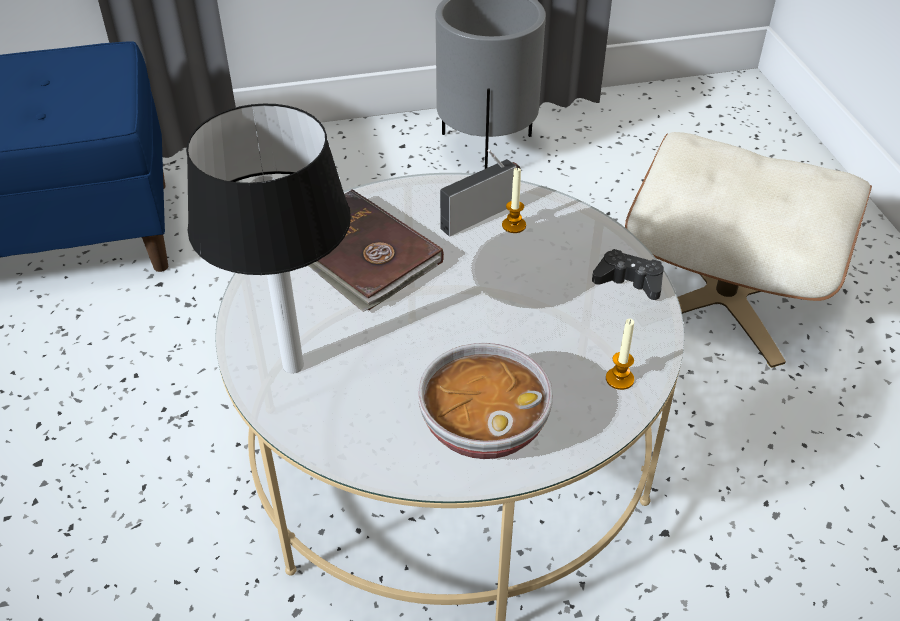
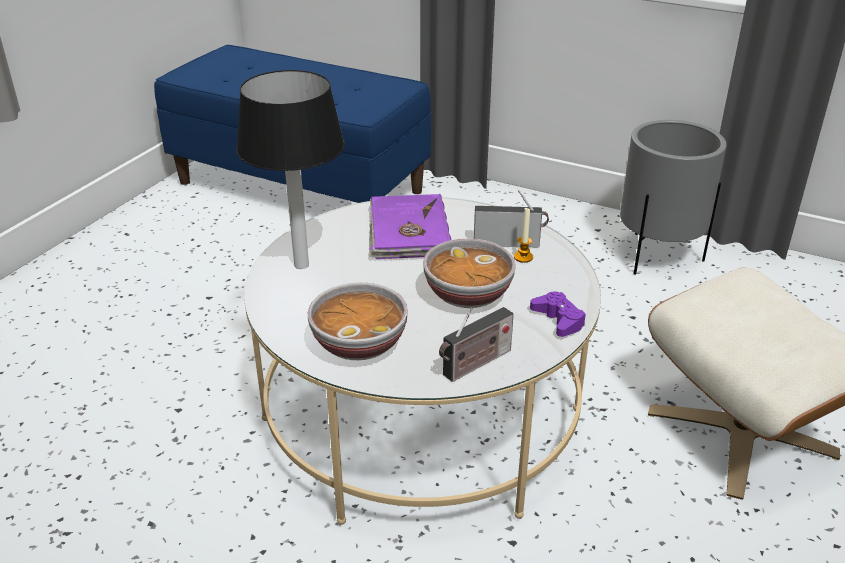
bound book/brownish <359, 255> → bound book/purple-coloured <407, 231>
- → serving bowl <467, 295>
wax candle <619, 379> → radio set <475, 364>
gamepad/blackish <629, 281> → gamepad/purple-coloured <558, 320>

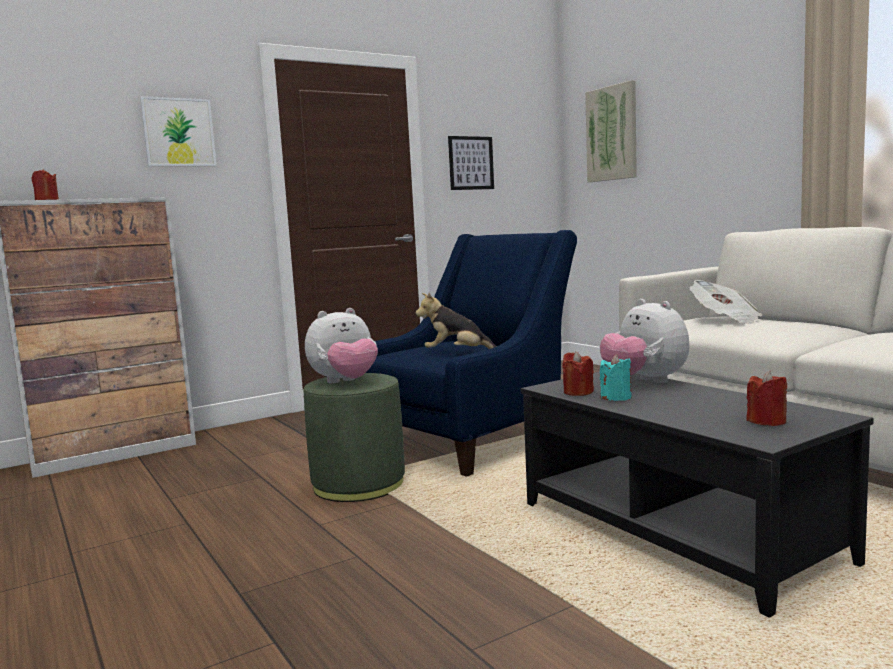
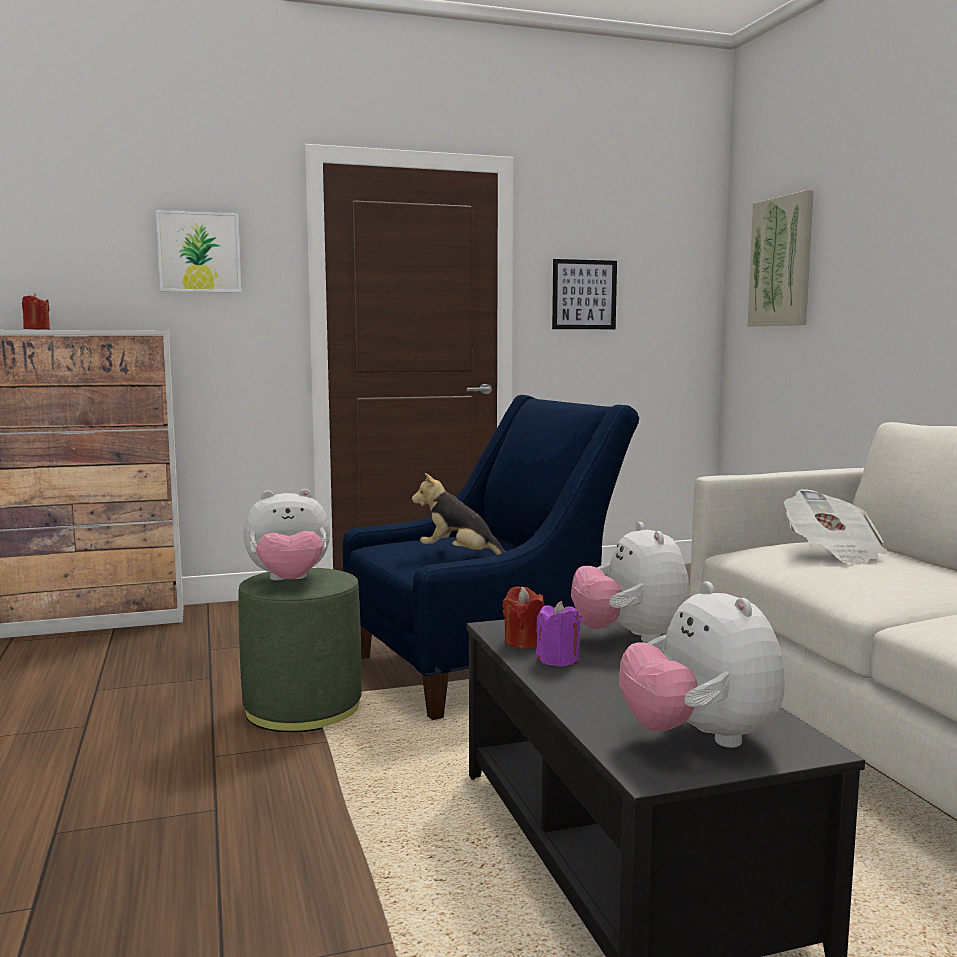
wax candle/turquoise-coloured <616, 398> → wax candle/purple-coloured <558, 660>
wax candle/reddish <767, 421> → soft toy <699, 738>

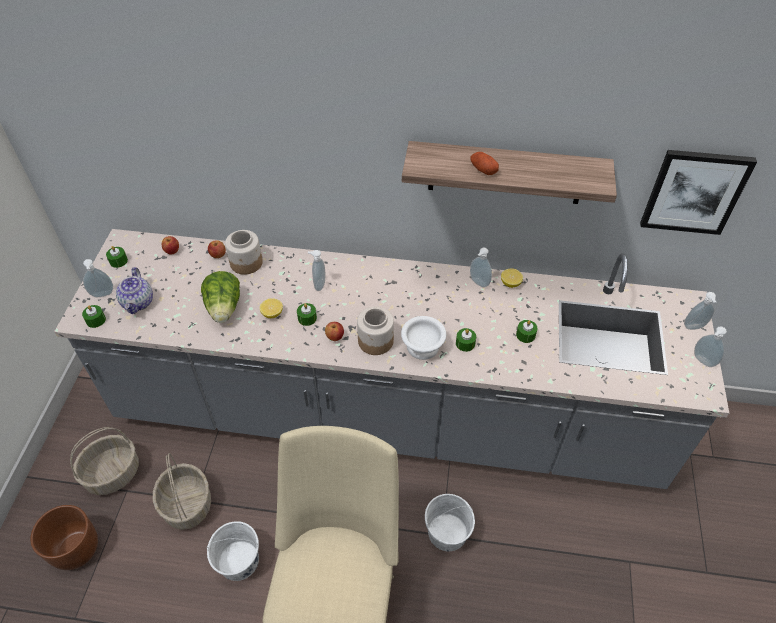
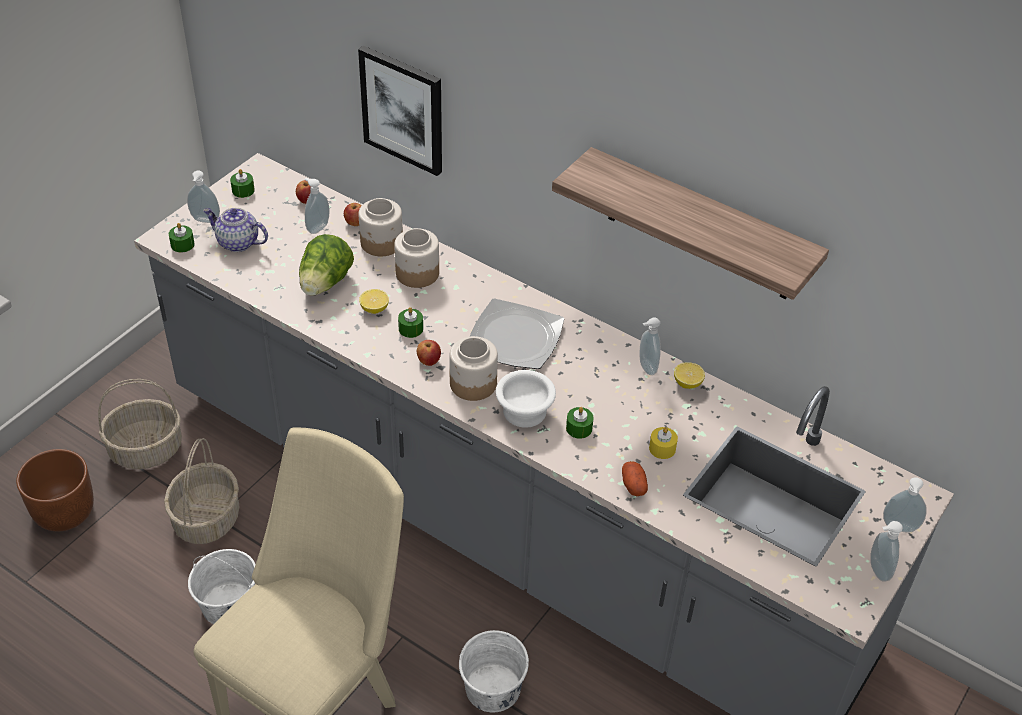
tea pot <138, 302> → tea pot <237, 243>, 90 degrees clockwise
soap bottle <318, 284> → soap bottle <317, 227>, relocated
wall picture <694, 191> → wall picture <403, 109>, relocated
- → storage jar <416, 273>
- → flat dish <514, 337>
potato <483, 169> → potato <633, 485>, relocated
wax candle/green-coloured <525, 335> → wax candle/yellow <662, 448>

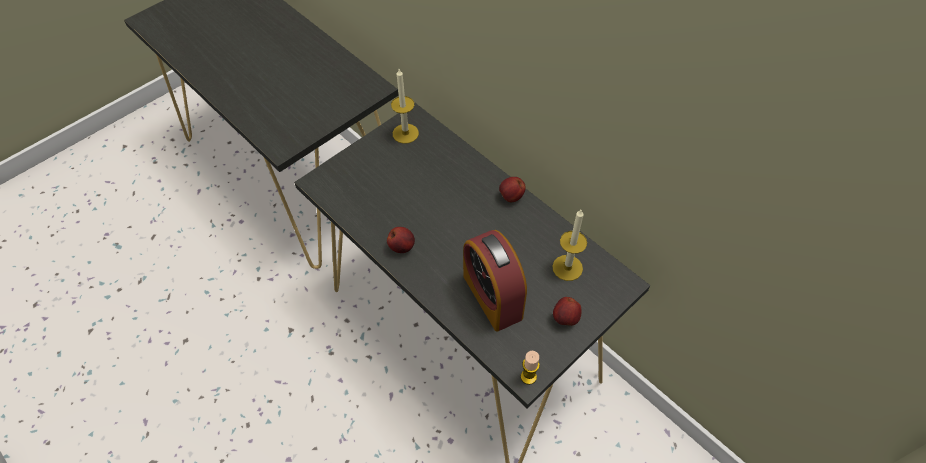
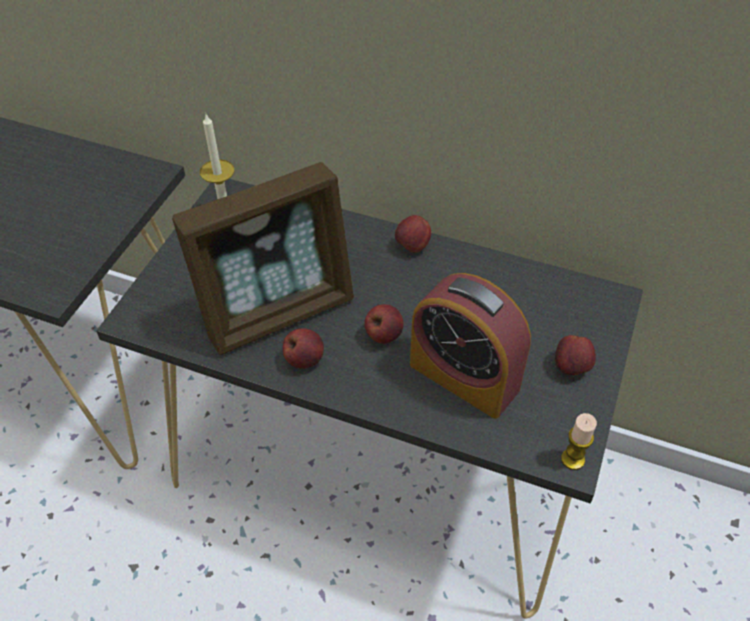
- → picture frame <278, 311>
- → whole apple <383, 335>
wax candle <567, 267> → -

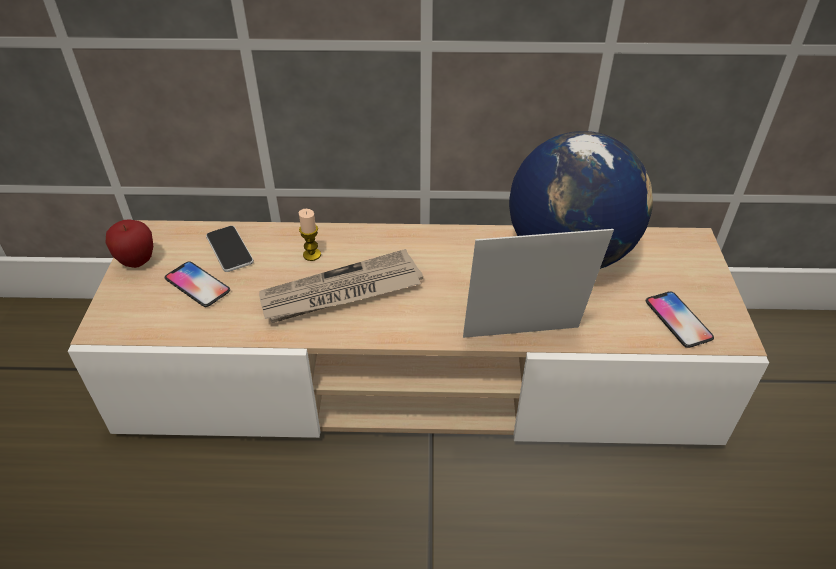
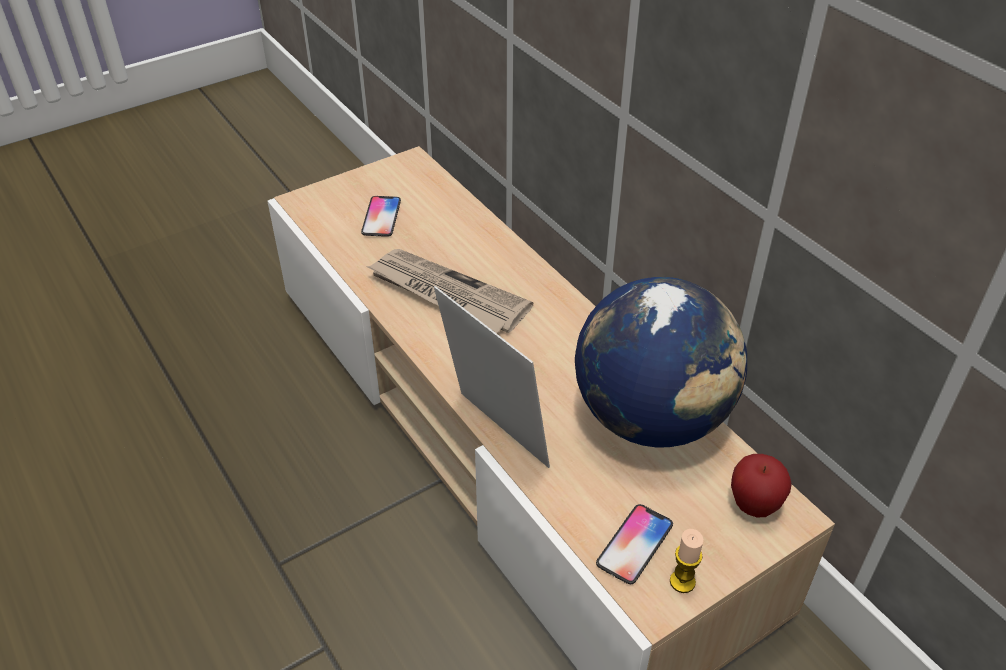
wax candle <312, 255> → wax candle <682, 582>, relocated
whole apple <137, 261> → whole apple <754, 505>, relocated
telephone <229, 249> → -

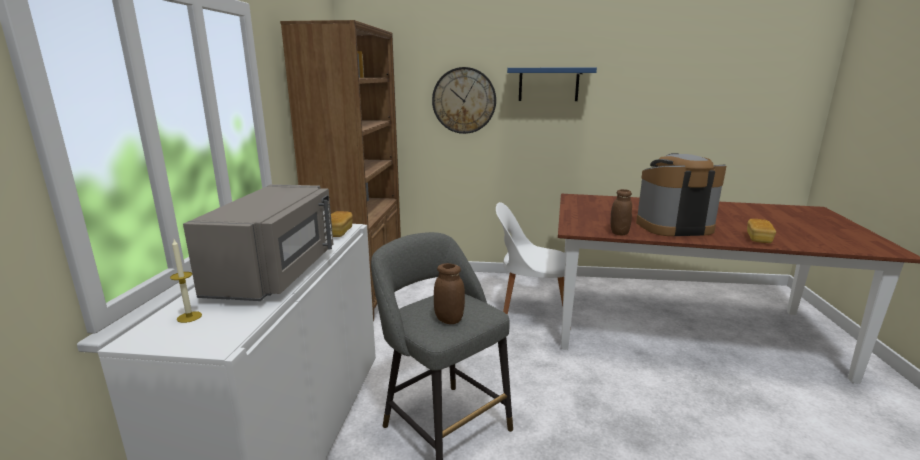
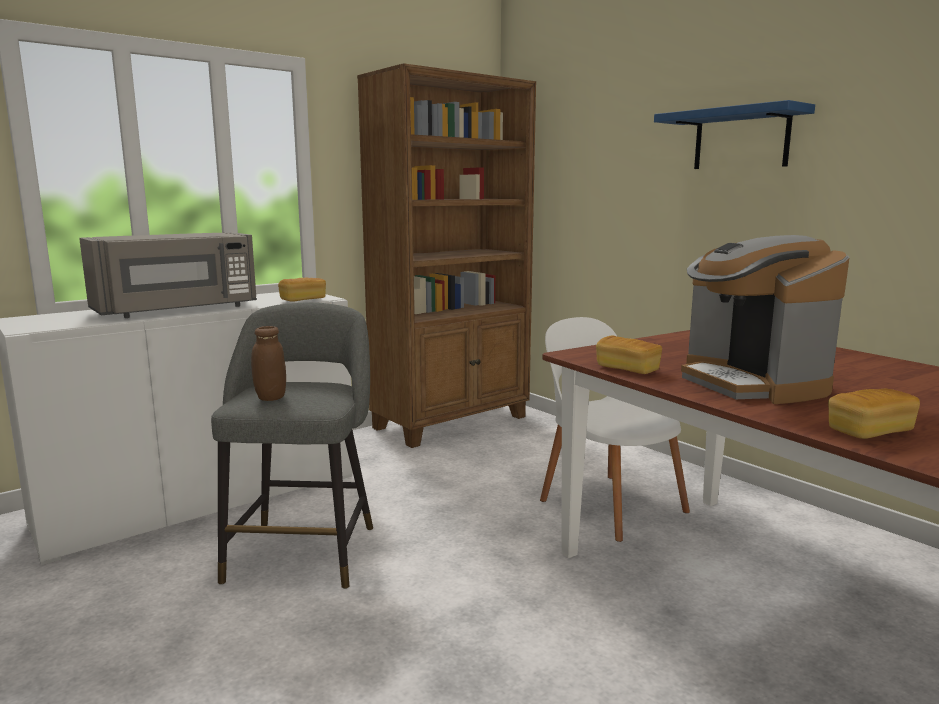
storage jar/brownish <619, 233> → bakery bread <627, 369>
coffee maker <673, 227> → coffee maker <751, 384>, 150 degrees counterclockwise
wax candle <189, 317> → -
clock on the wall <464, 100> → -

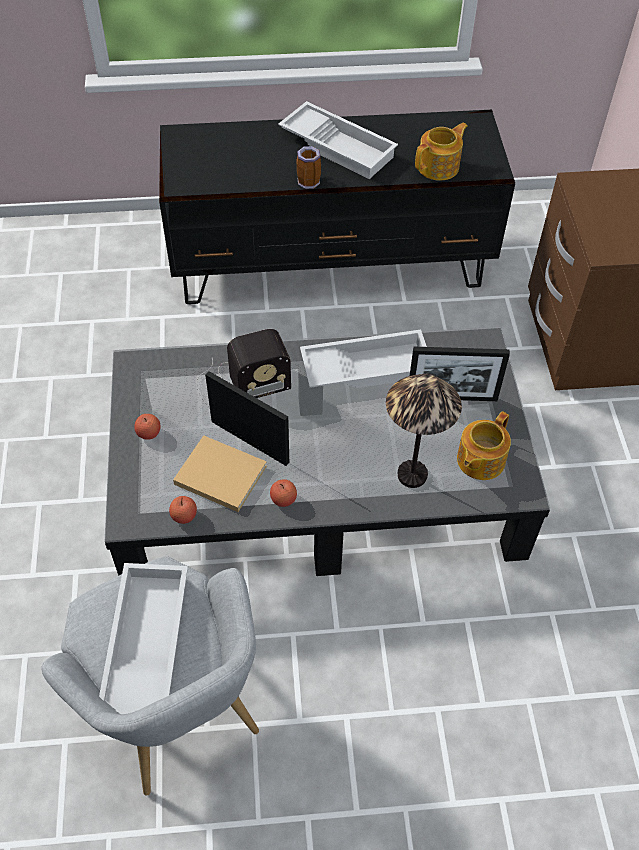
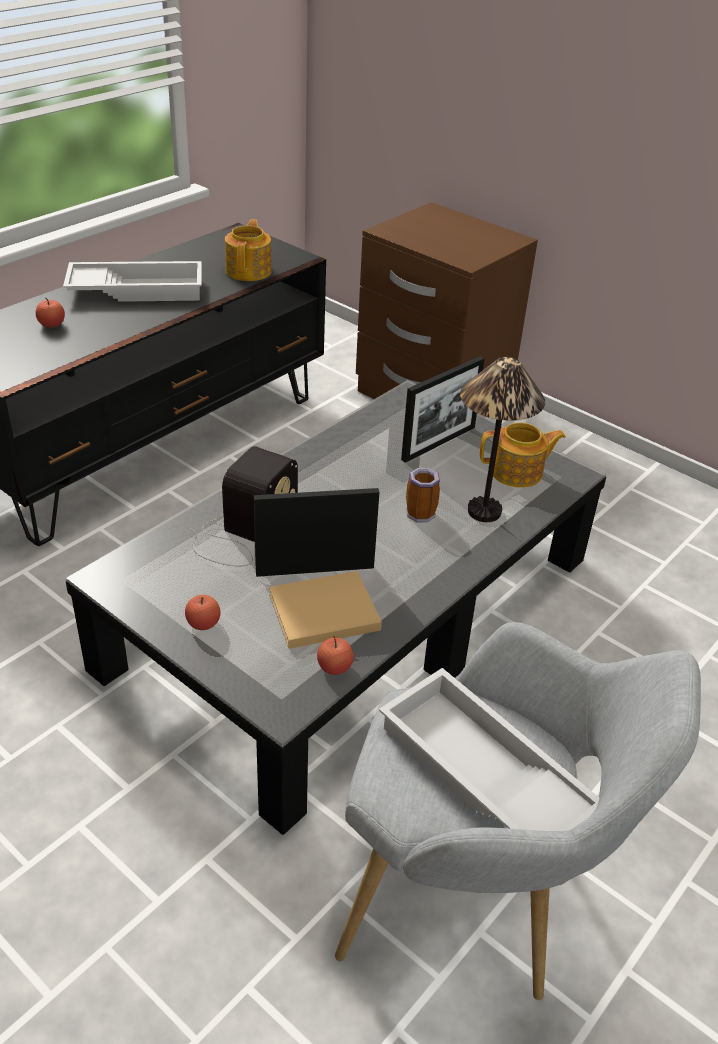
whole apple <283, 499> → whole apple <52, 325>, relocated
coffee mug <308, 180> → coffee mug <417, 512>, relocated
tea pot <479, 460> → tea pot <517, 472>, 90 degrees counterclockwise
serving tray/white <366, 366> → -

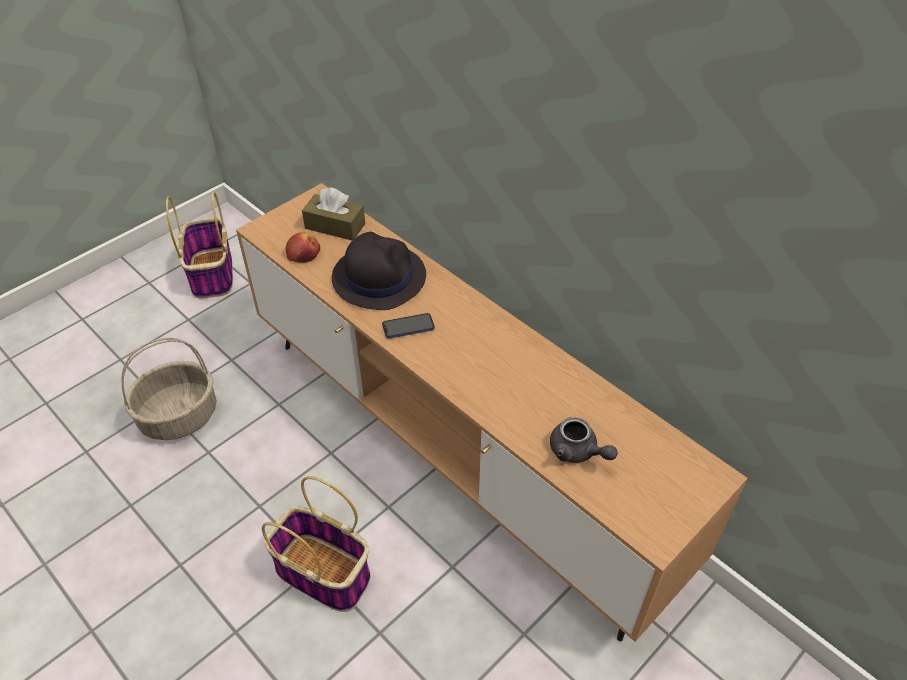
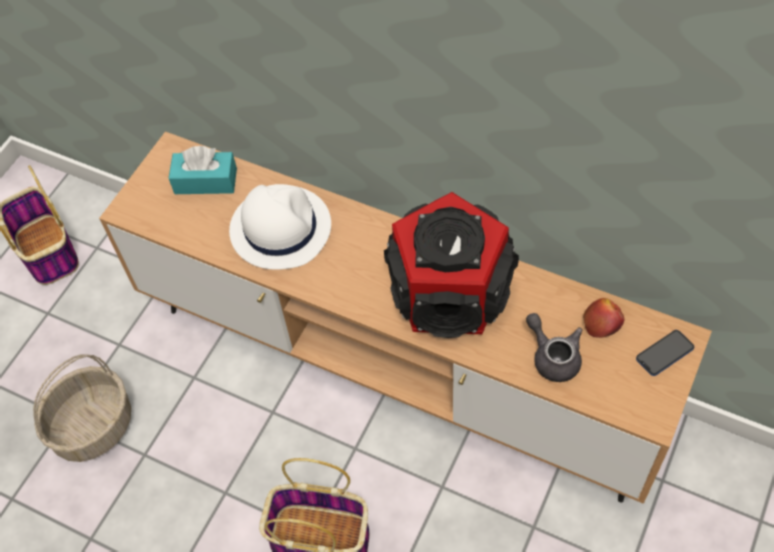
tissue holder/brownish <335, 226> → tissue holder/turquoise-coloured <205, 181>
clothing hat/blackish <378, 276> → clothing hat/white <280, 227>
- → audio speaker <450, 293>
tea pot/grey <578, 452> → tea pot/grey <553, 356>, 150 degrees counterclockwise
whole apple <304, 253> → whole apple <602, 322>, relocated
telephone <408, 327> → telephone <664, 353>, relocated

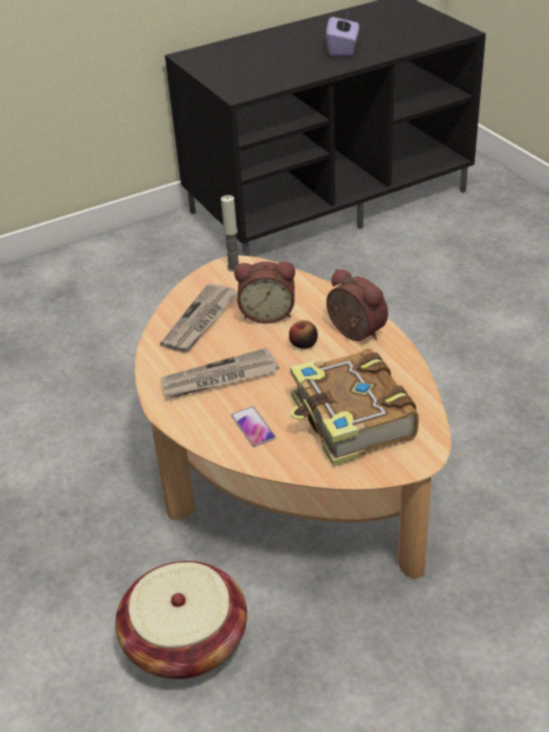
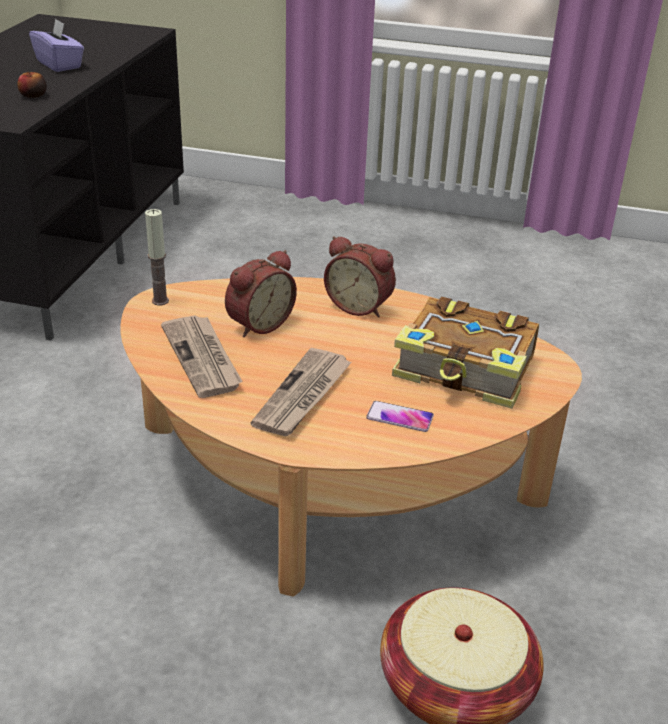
whole apple <303, 343> → whole apple <33, 96>, relocated
alarm clock <354, 333> → alarm clock <360, 306>, 150 degrees counterclockwise

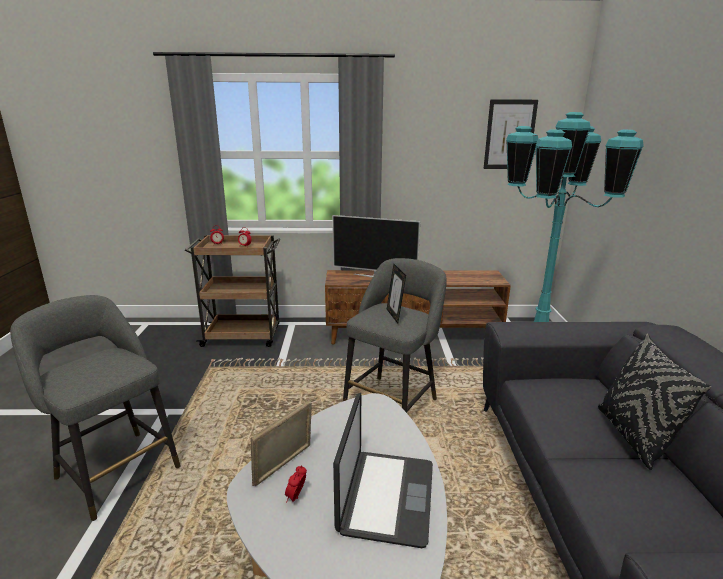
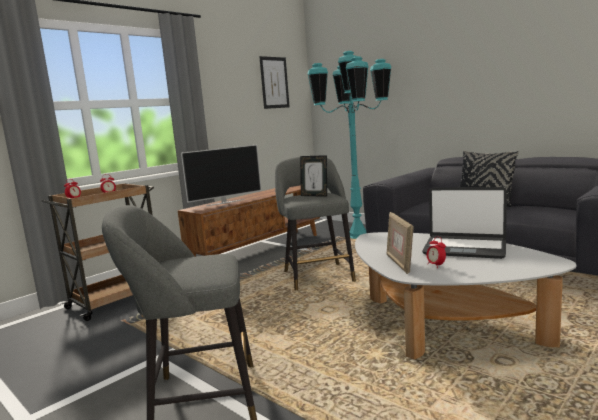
notebook computer <385, 497> → notebook computer <464, 248>, 150 degrees clockwise

